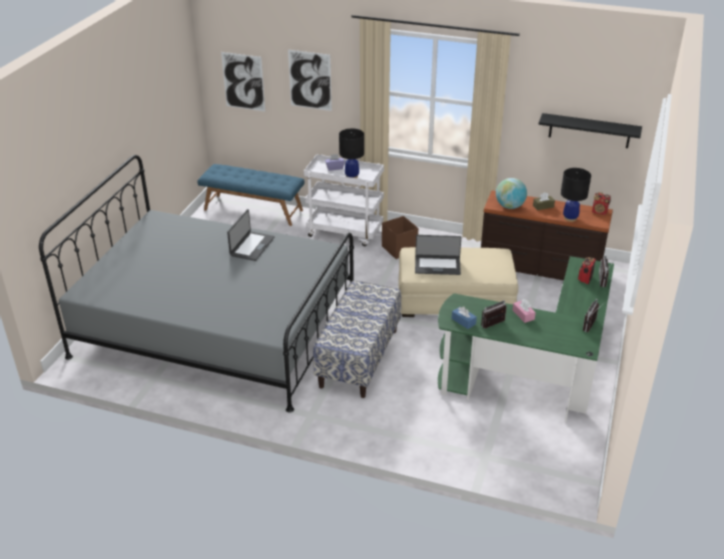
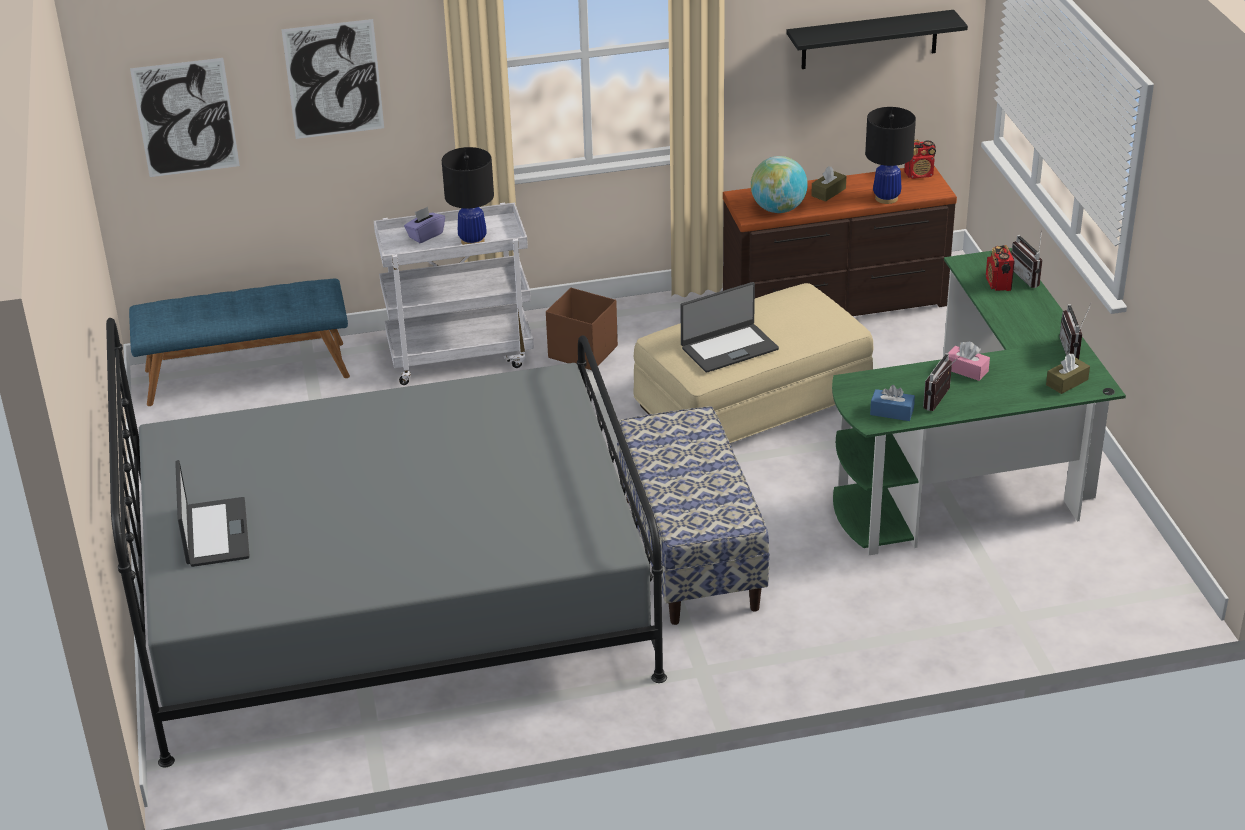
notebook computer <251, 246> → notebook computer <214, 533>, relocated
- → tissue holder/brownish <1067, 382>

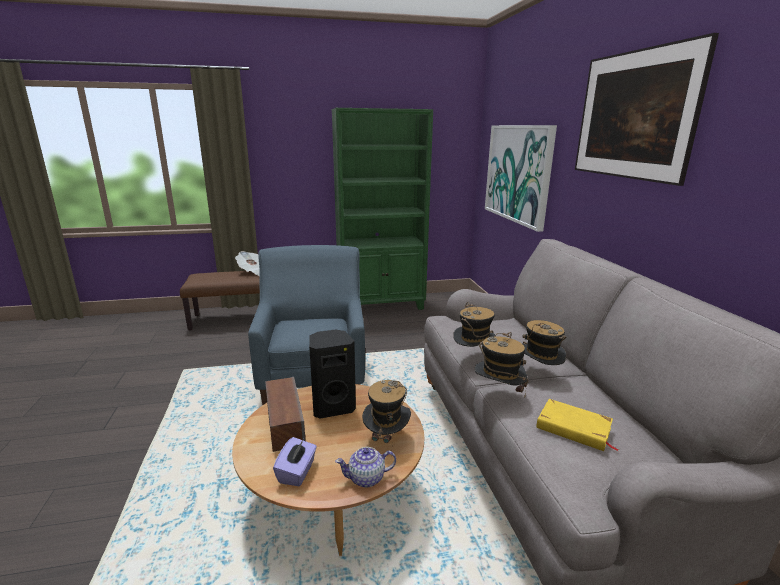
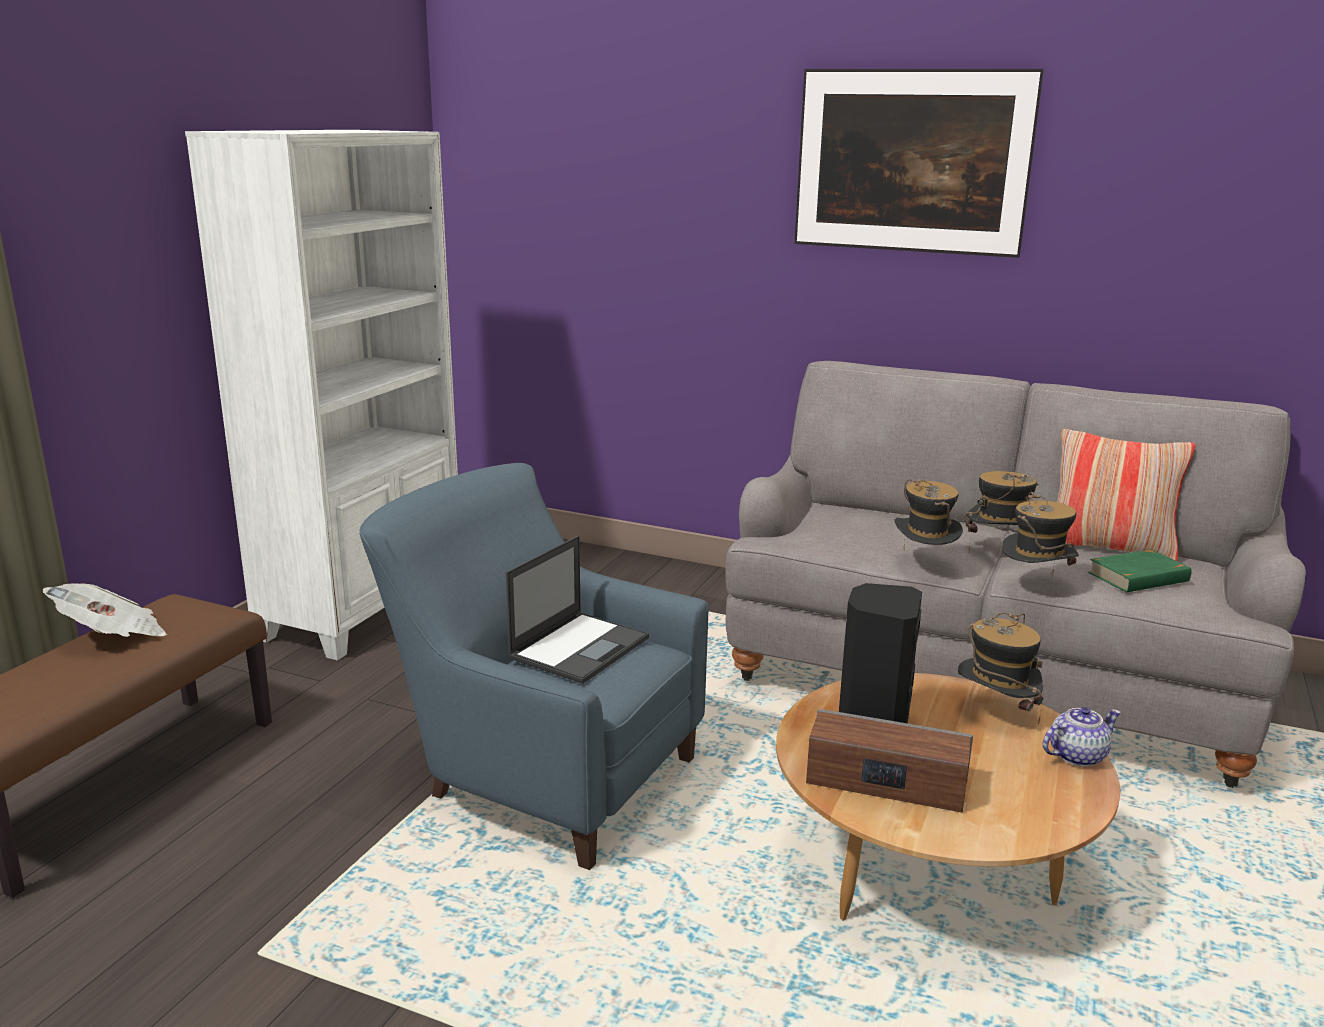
bookshelf/green-coloured <381, 305> → bookshelf/white <366, 608>
- → notebook computer <580, 647>
tea pot <367, 478> → tea pot <1076, 756>, 135 degrees counterclockwise
- → pillow <1109, 548>
bound book/yellow <573, 428> → bound book/green-coloured <1139, 577>
tissue holder/purple-coloured <297, 472> → -
wall picture <517, 173> → -

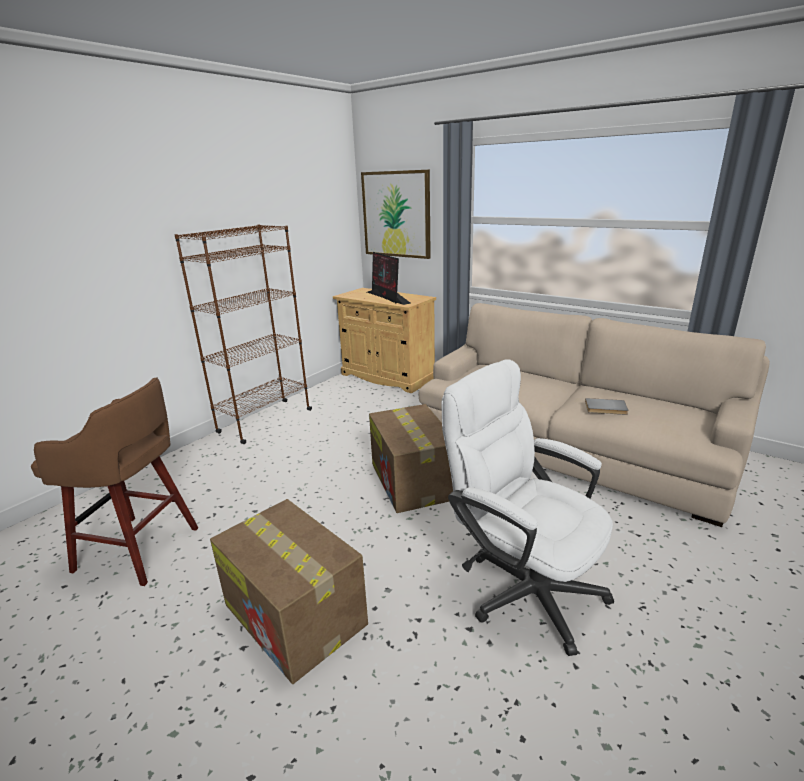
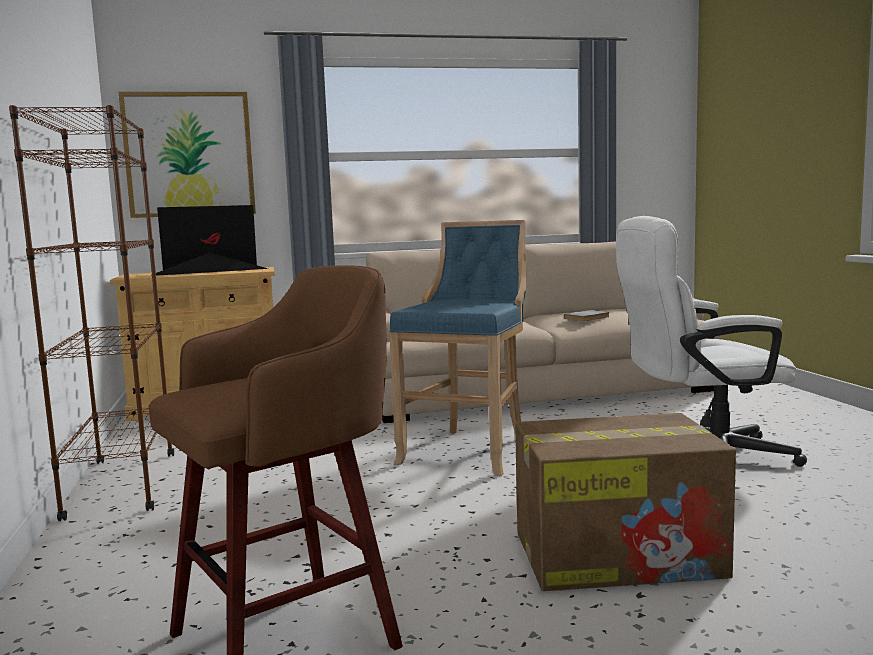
monitor <387, 297> → monitor <209, 272>, 150 degrees clockwise
packing box <413, 482> → stool seat/bluish <469, 450>

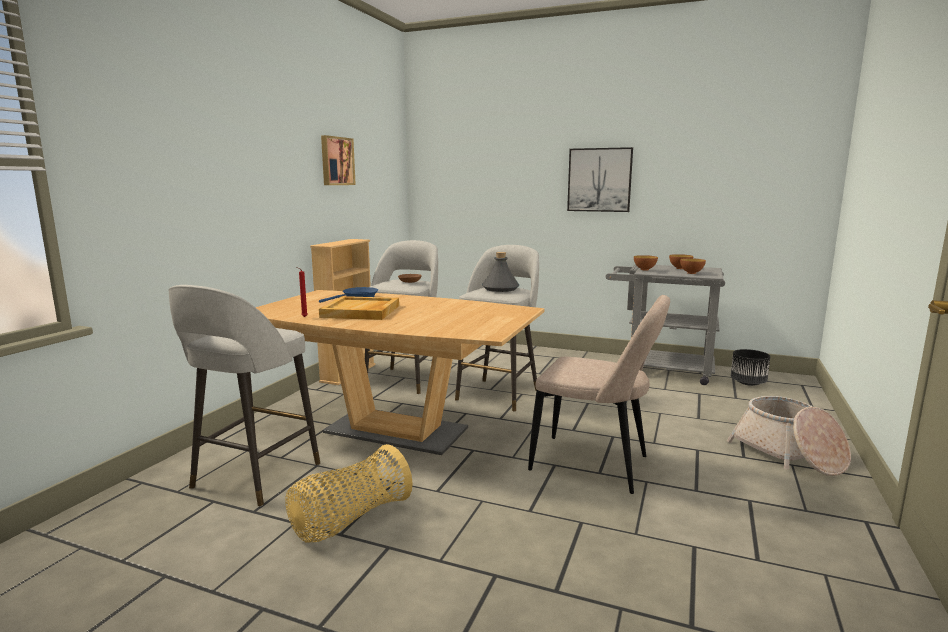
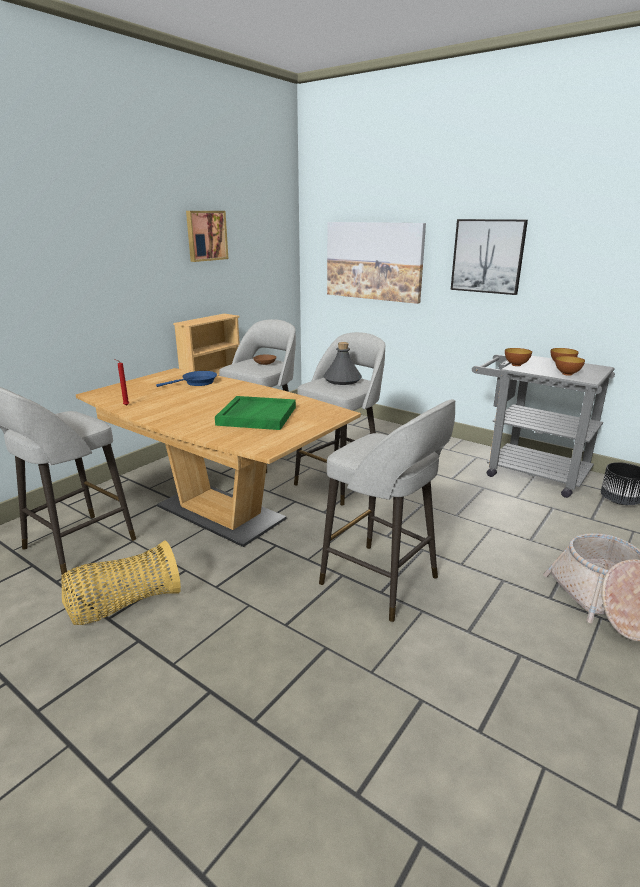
- → serving tray/green-coloured <256, 416>
plain chair/beige-coloured <595, 465> → stool seat/grey <382, 582>
- → wall picture <374, 261>
serving tray/beige-coloured <361, 311> → -

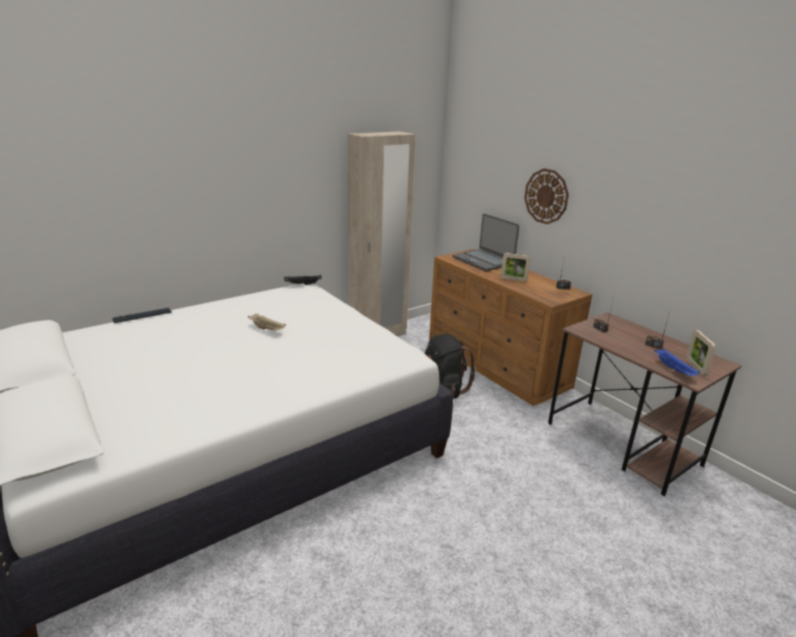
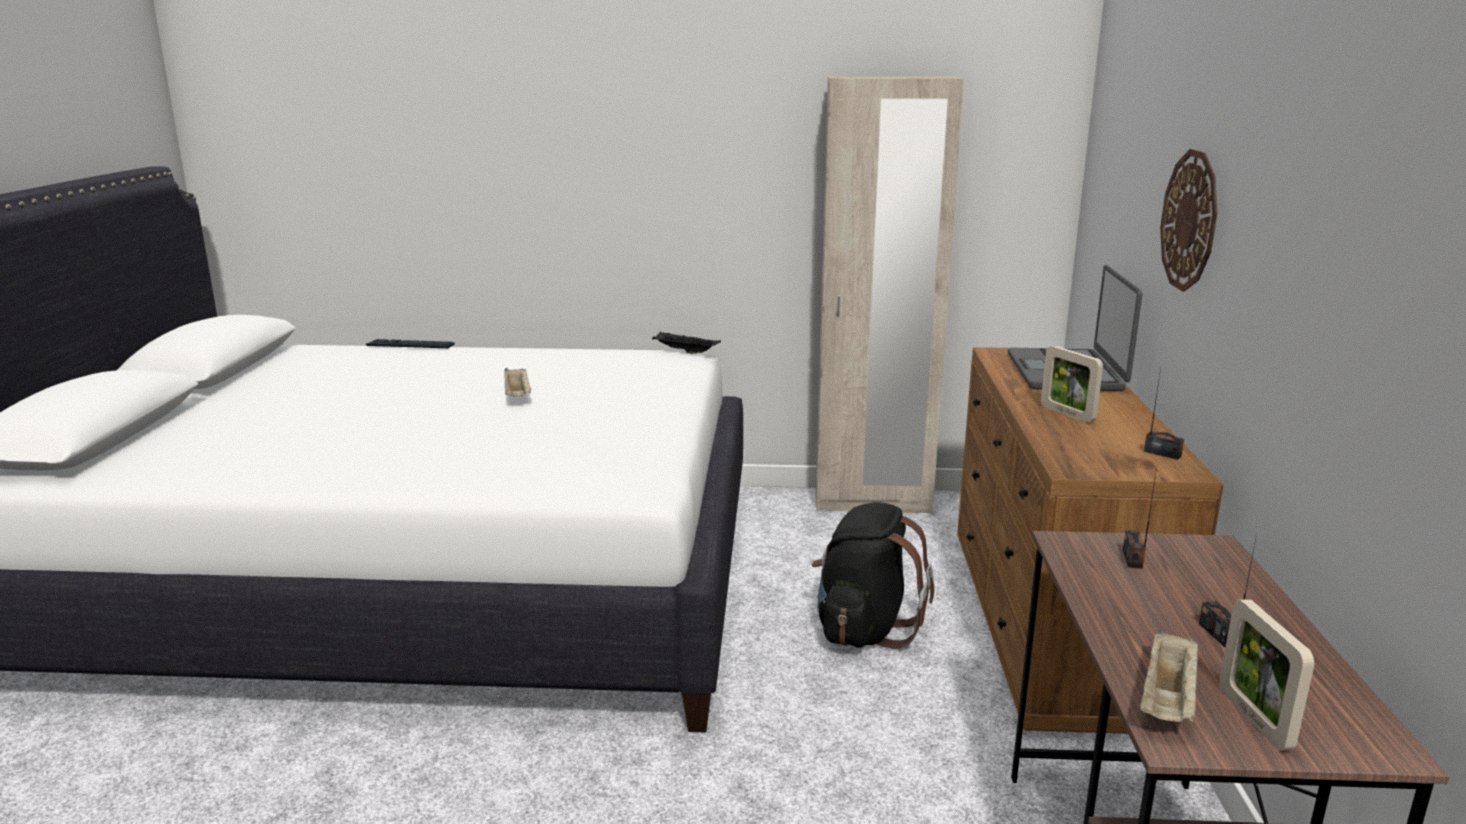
serving tray/bluish <674, 370> → serving tray/beige-coloured <1168, 700>
picture frame <695, 367> → picture frame <1254, 719>, 45 degrees counterclockwise

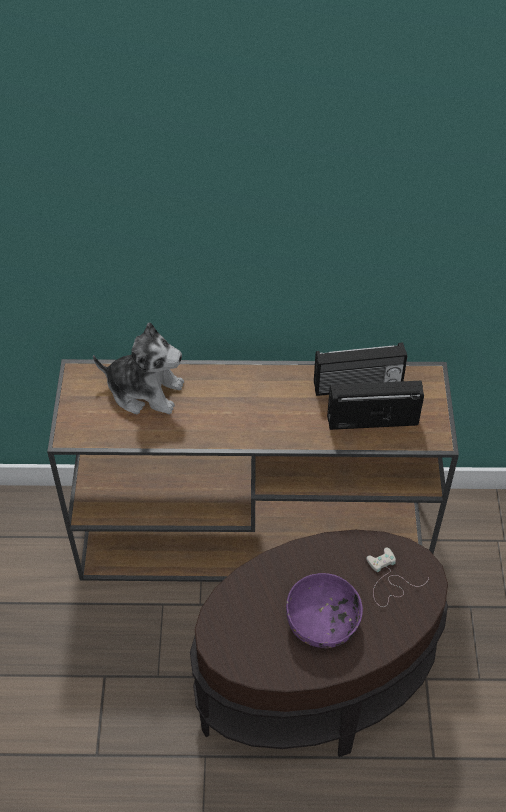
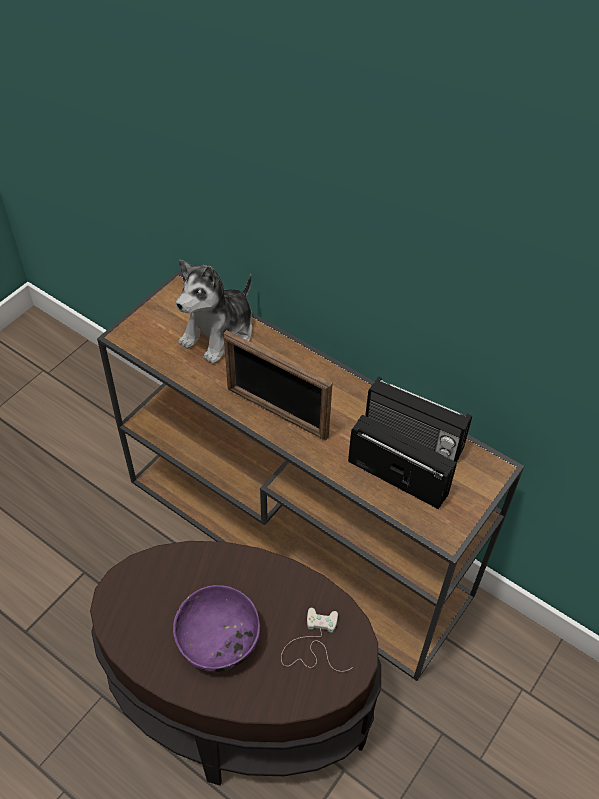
soft toy <145, 391> → soft toy <219, 333>, 75 degrees clockwise
- → picture frame <276, 413>

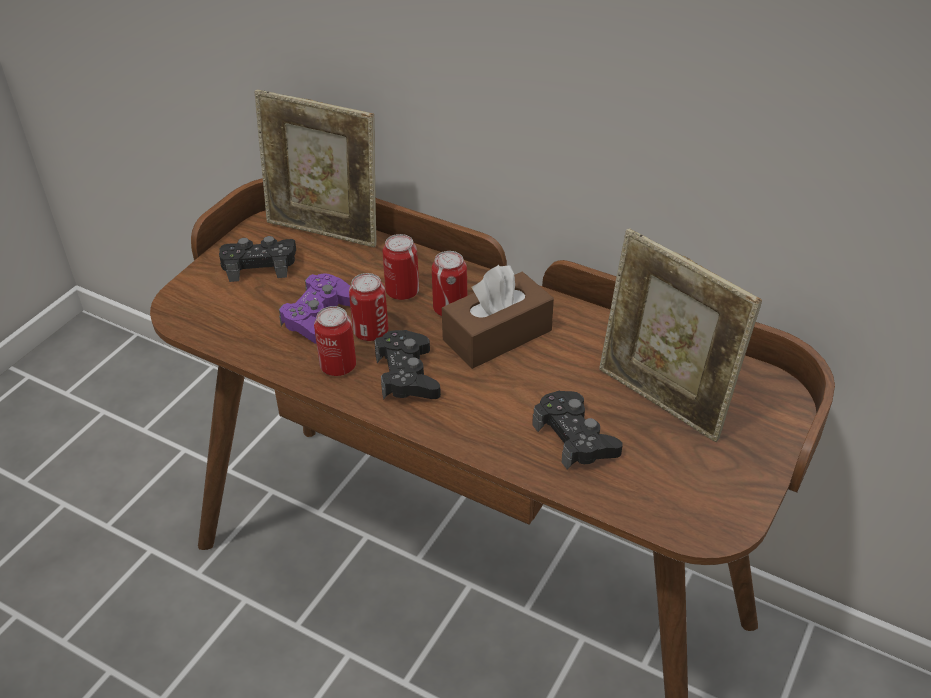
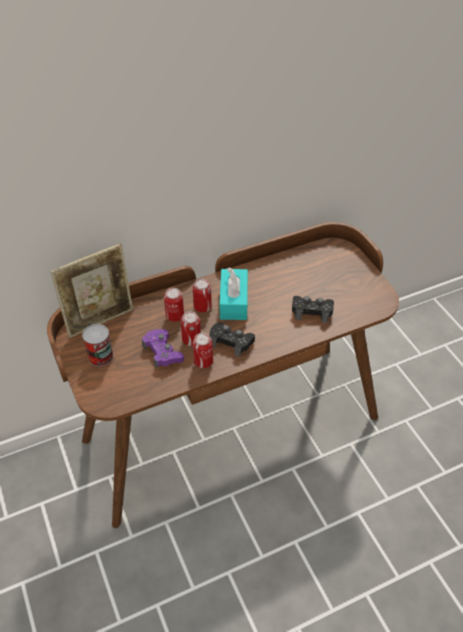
gamepad/blackish <259, 265> → sealed can <100, 356>
tissue holder/brownish <497, 335> → tissue holder/turquoise-coloured <233, 301>
picture frame <662, 401> → -

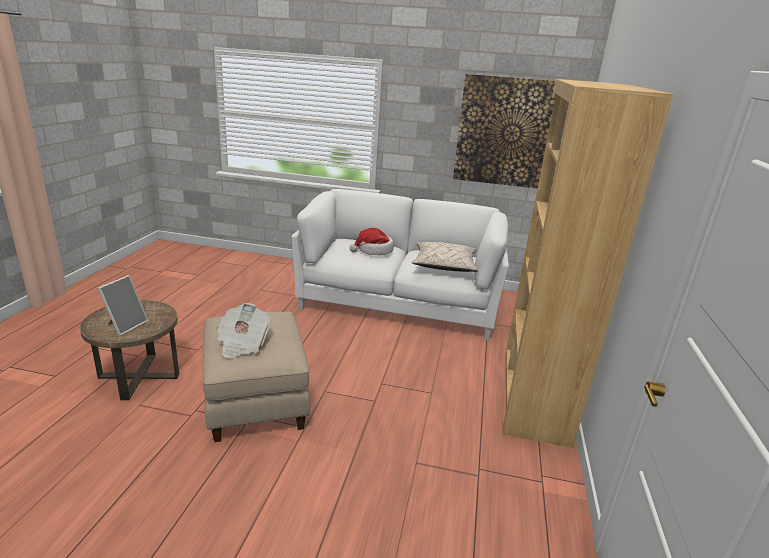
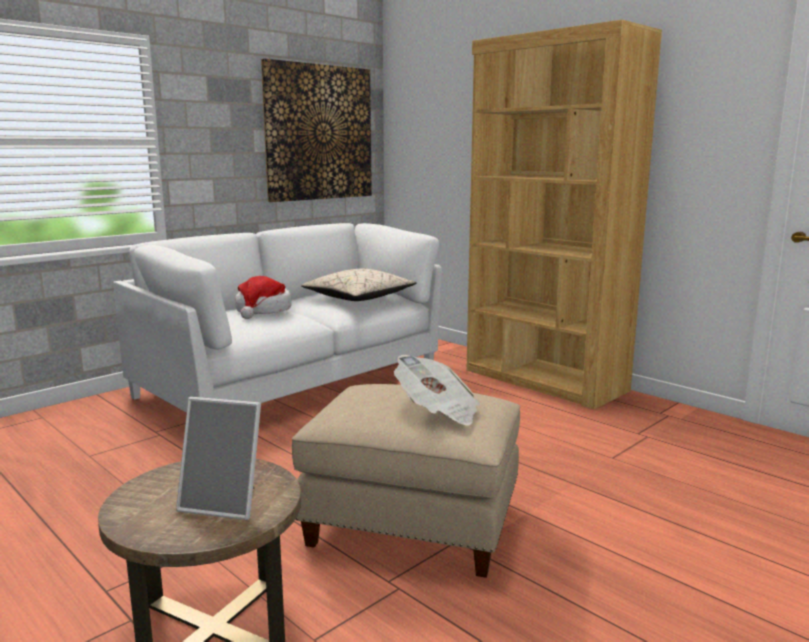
picture frame <126, 325> → picture frame <225, 503>, 135 degrees clockwise

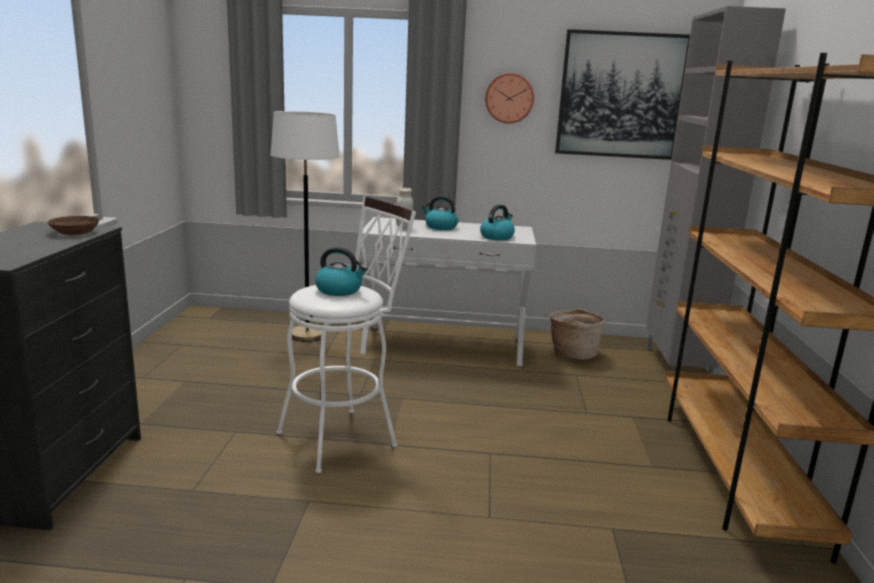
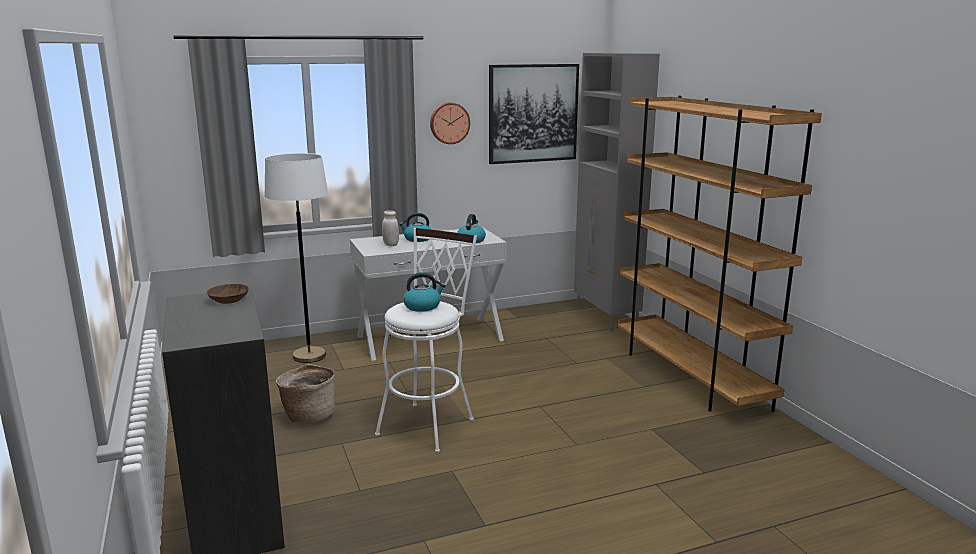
storage basket <572, 354> → storage basket <308, 415>, relocated

